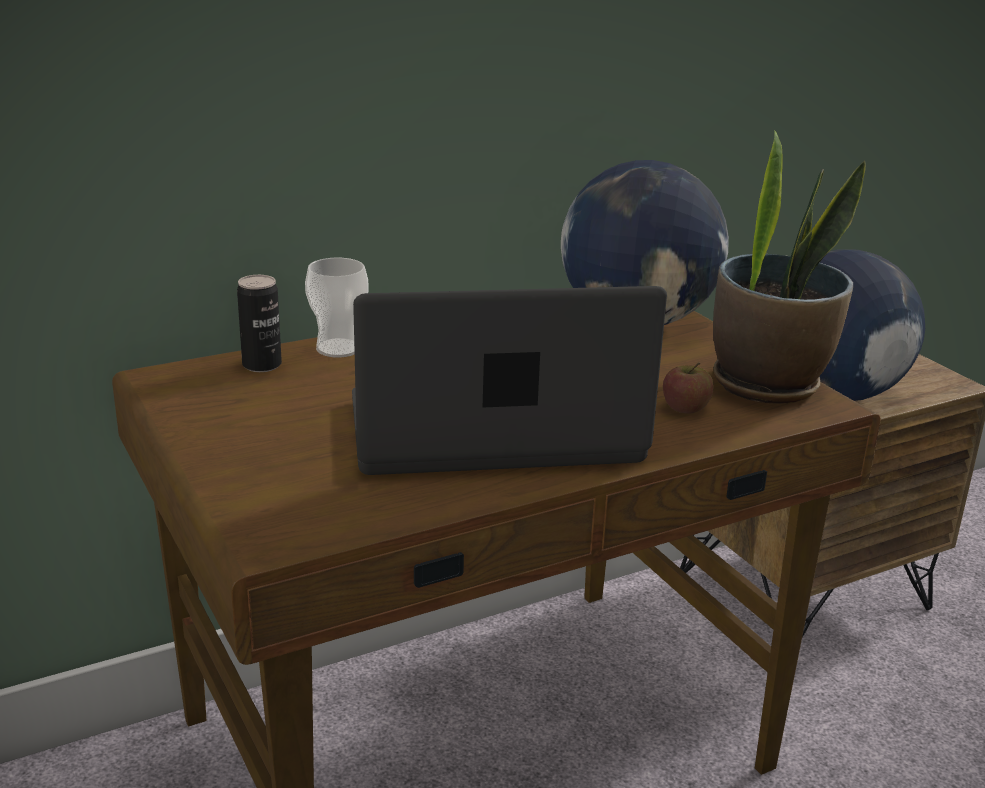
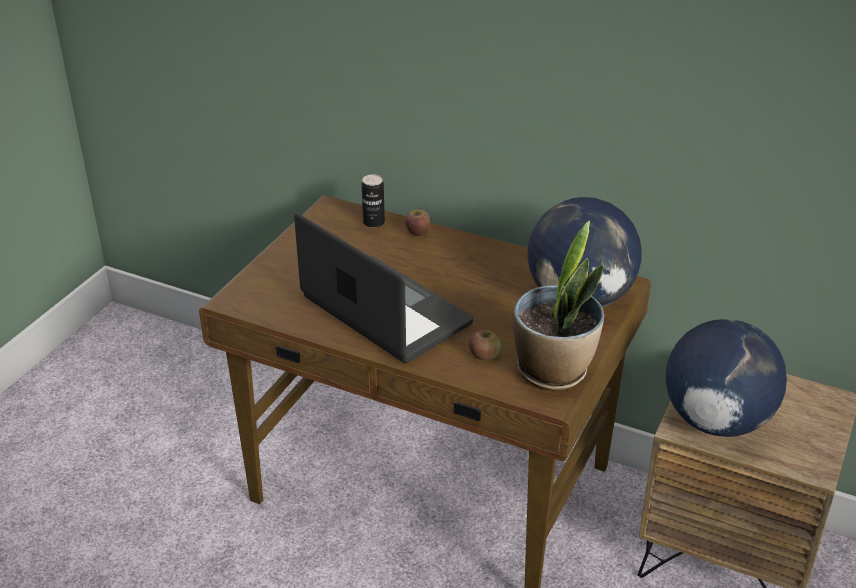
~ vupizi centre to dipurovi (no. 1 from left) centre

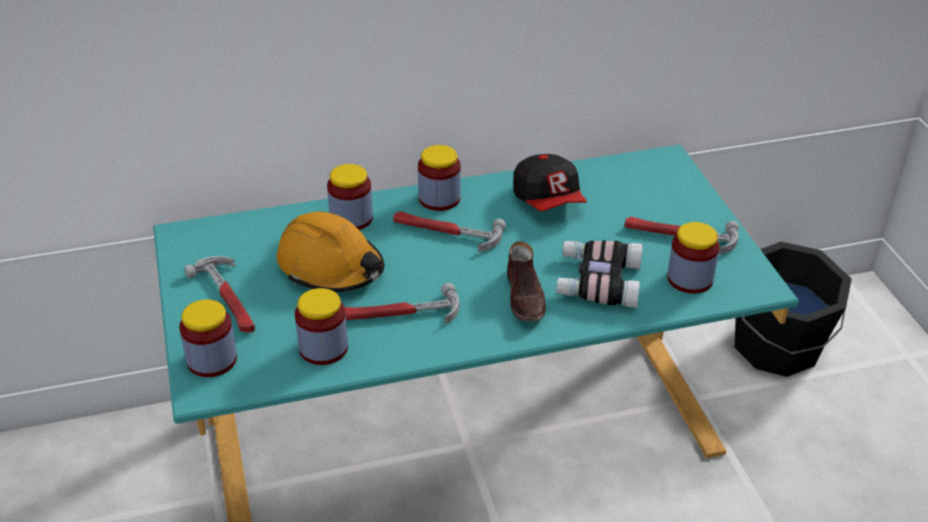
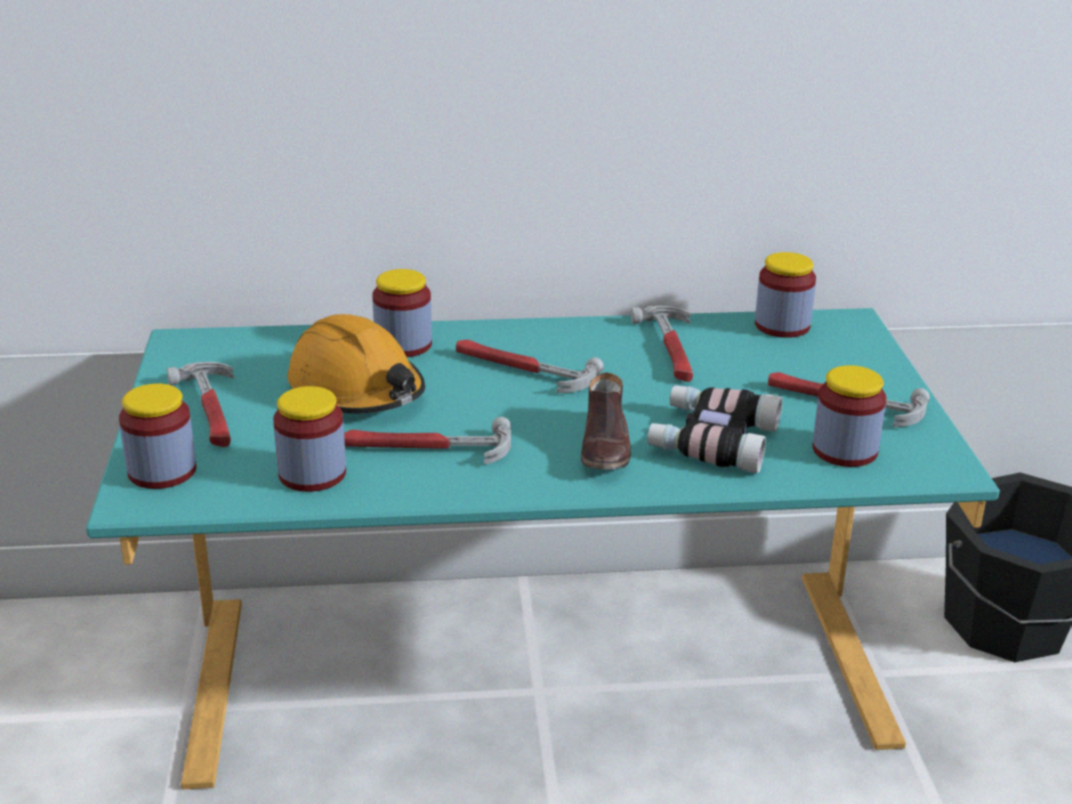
~ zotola (no. 4 from left) centre to middle right
~ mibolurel centre to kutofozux (no. 4 from left) centre

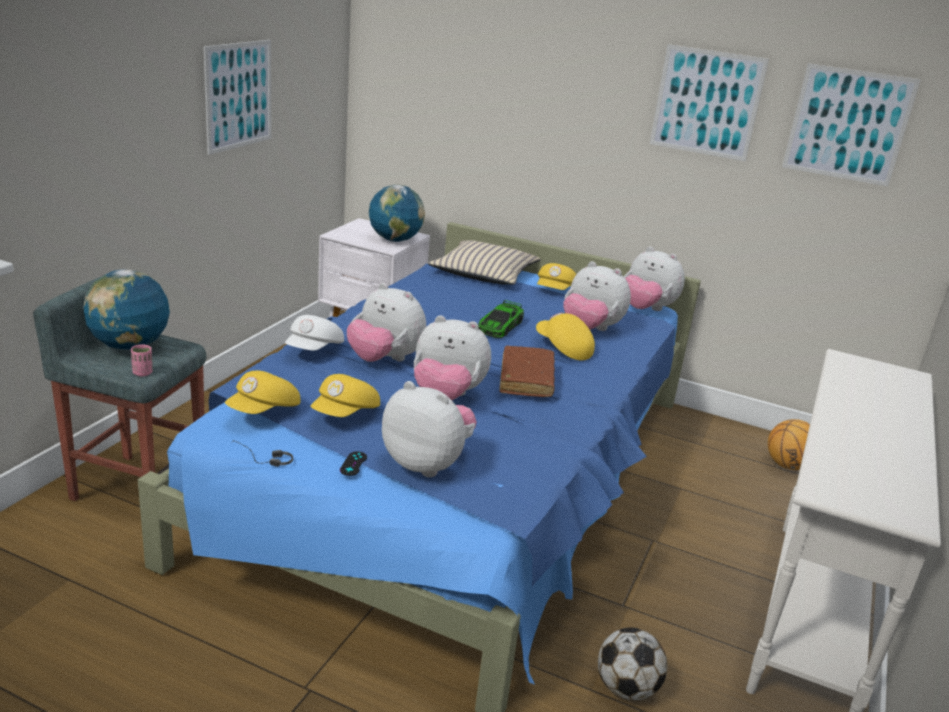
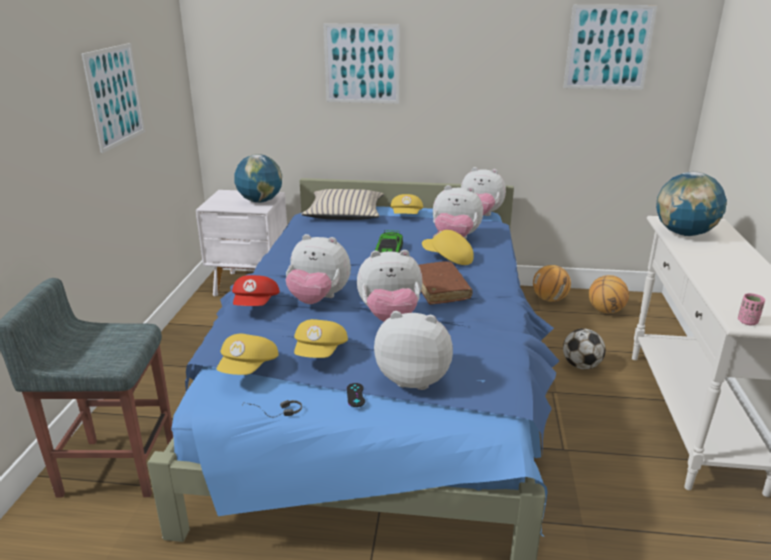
+ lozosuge (no. 1 from left) middle right
~ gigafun (no. 1 from left in the first image) middle left to gigafun (no. 2 from left) middle right
~ vupizi (pink) middle left to middle right
~ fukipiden bottom centre to middle right
~ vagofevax (no. 2 from left) top right to top centre
~ mibolurel (white) middle left to mibolurel (red) middle left

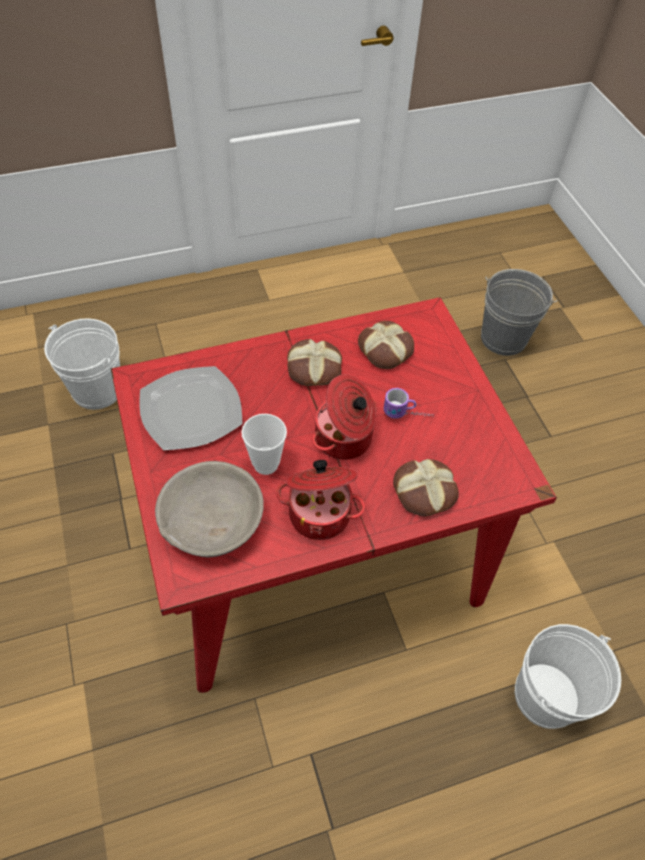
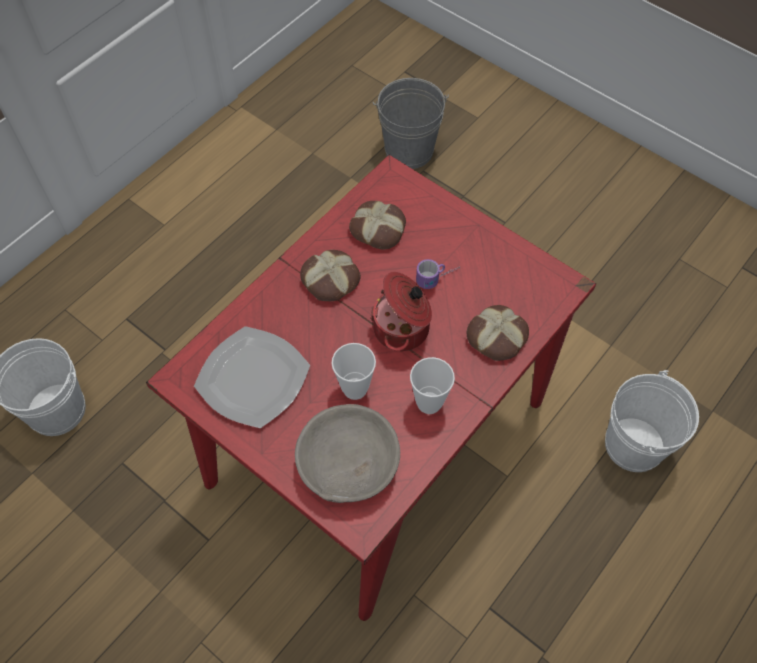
~ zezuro (no. 1 from left) centre to vupizi (no. 2 from left) centre

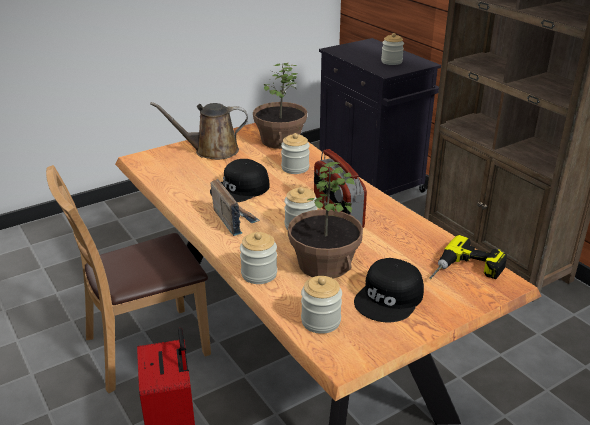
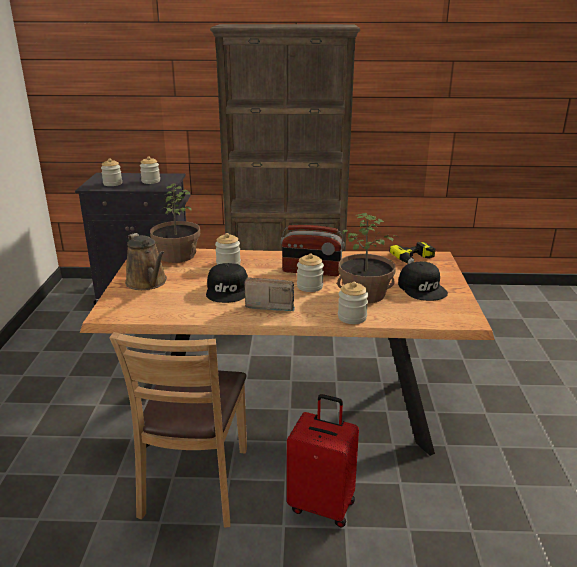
~ zotola (no. 4 from left in the first image) bottom centre to zotola (no. 1 from left) top left
~ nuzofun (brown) top centre = middle left 60 degrees counterclockwise

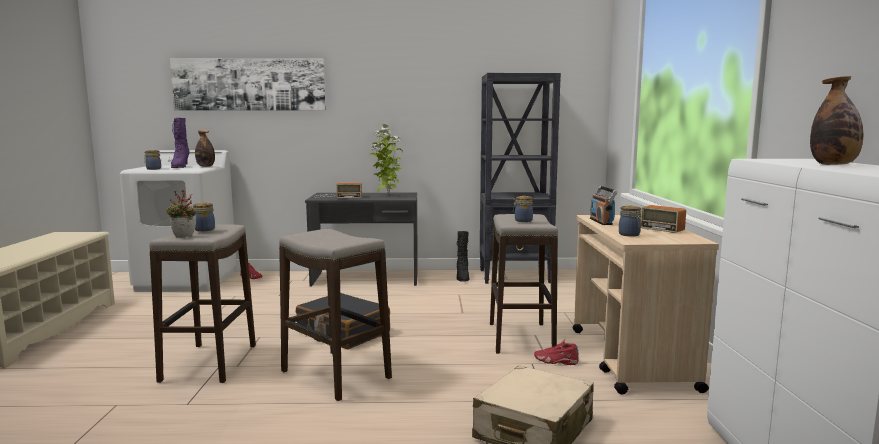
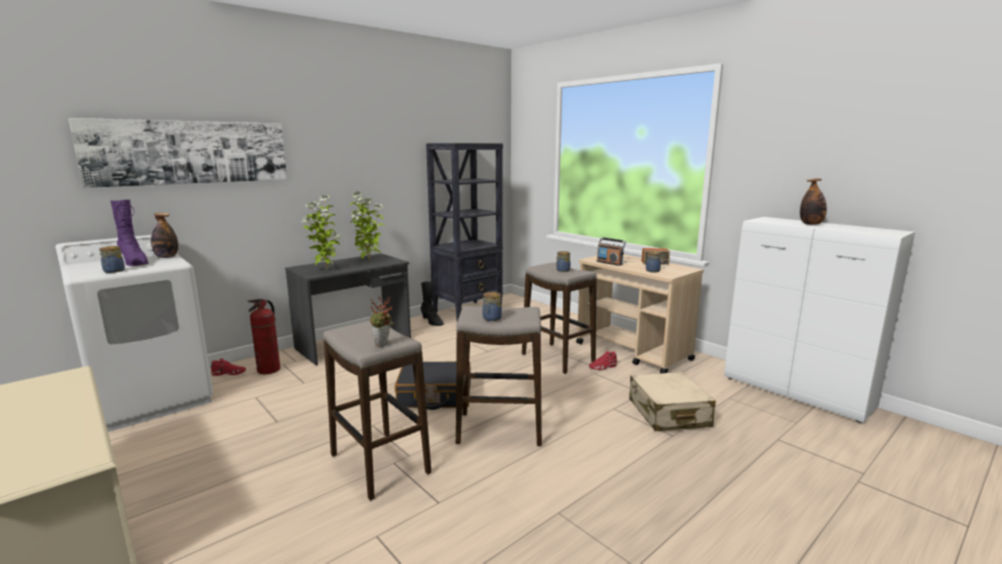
+ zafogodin middle left
~ zotola (no. 2 from left) middle left to centre
~ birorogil (no. 1 from left) centre to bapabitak (no. 1 from left) middle left

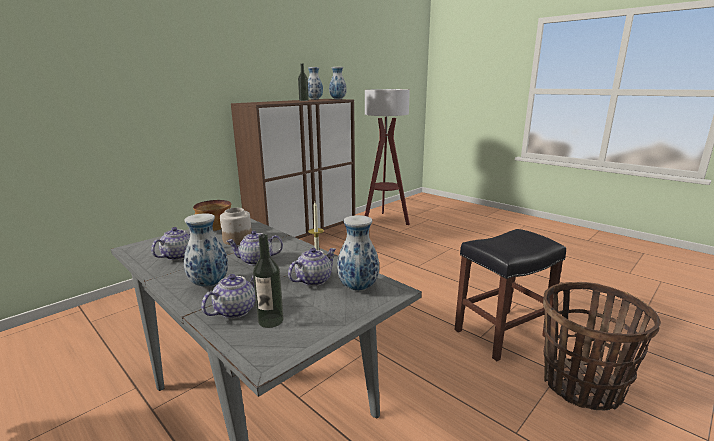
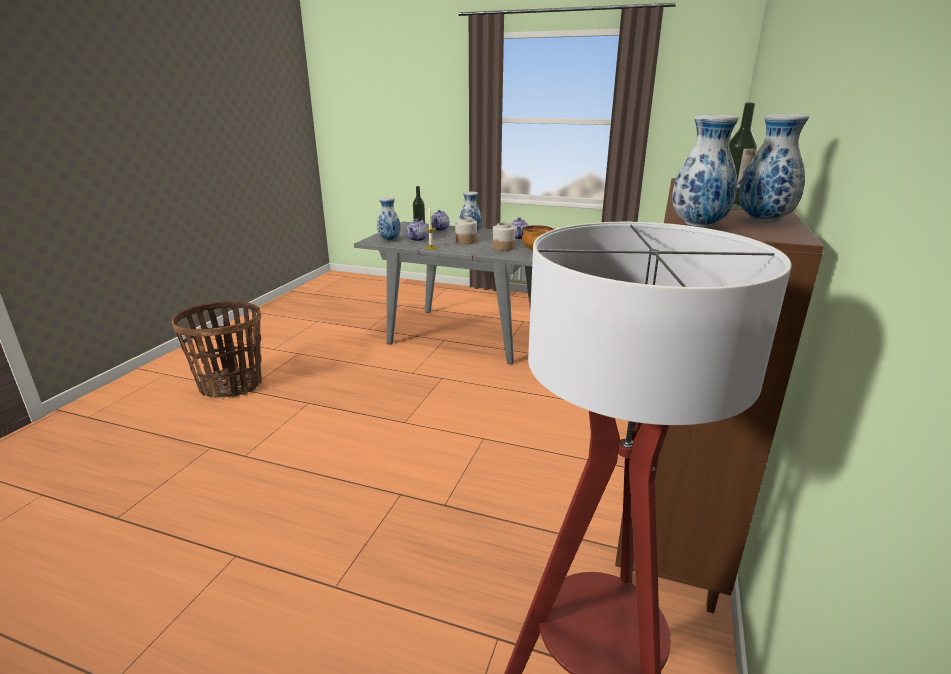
- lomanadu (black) bottom right
~ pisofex (no. 3 from left) centre to zotola (no. 1 from left) centre

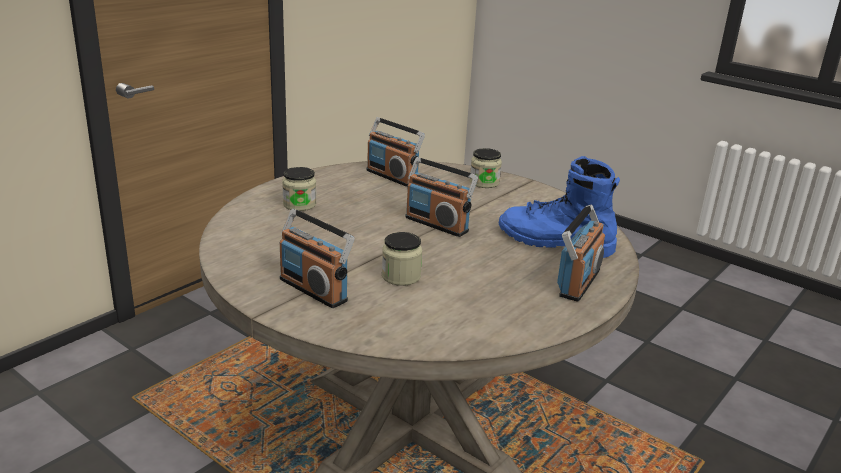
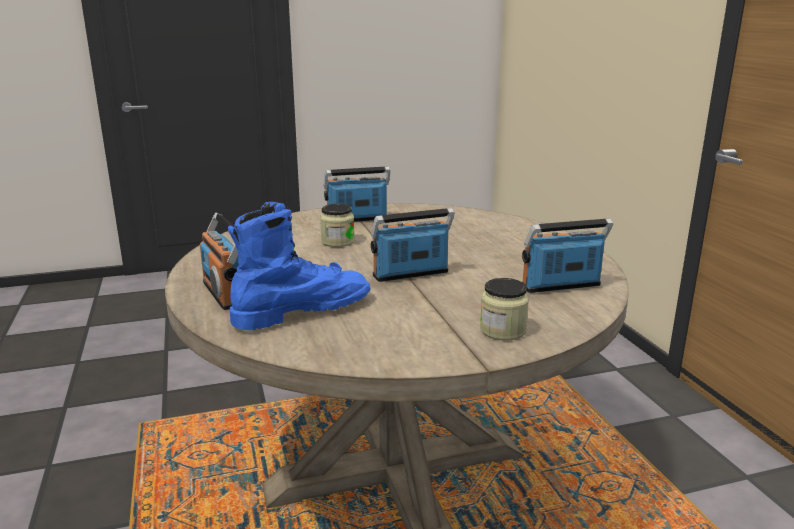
- zotola (no. 1 from left) centre

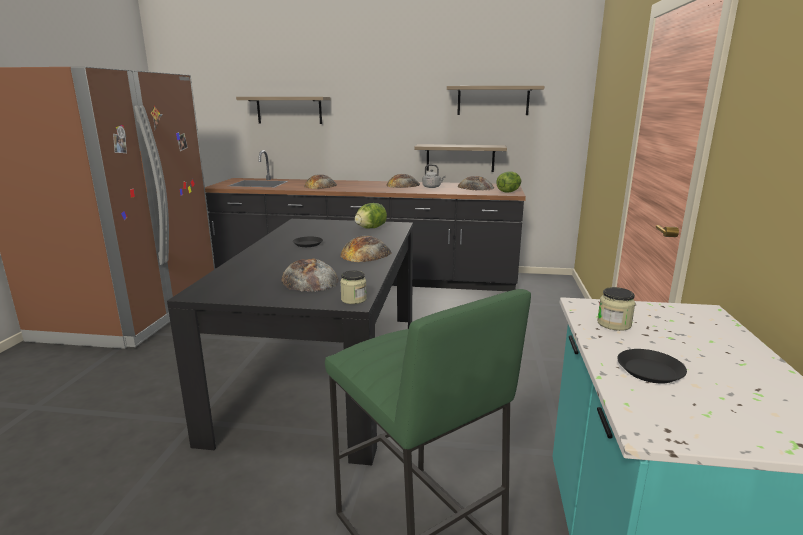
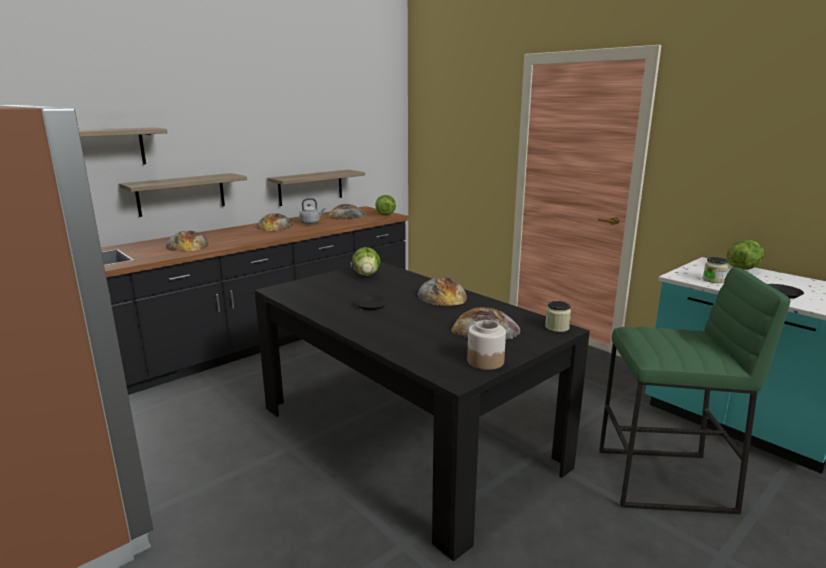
+ zotola (no. 1 from left) centre
+ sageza (no. 3 from left) middle right
~ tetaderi (no. 3 from left in the first image) top centre to tetaderi (no. 2 from left) middle left

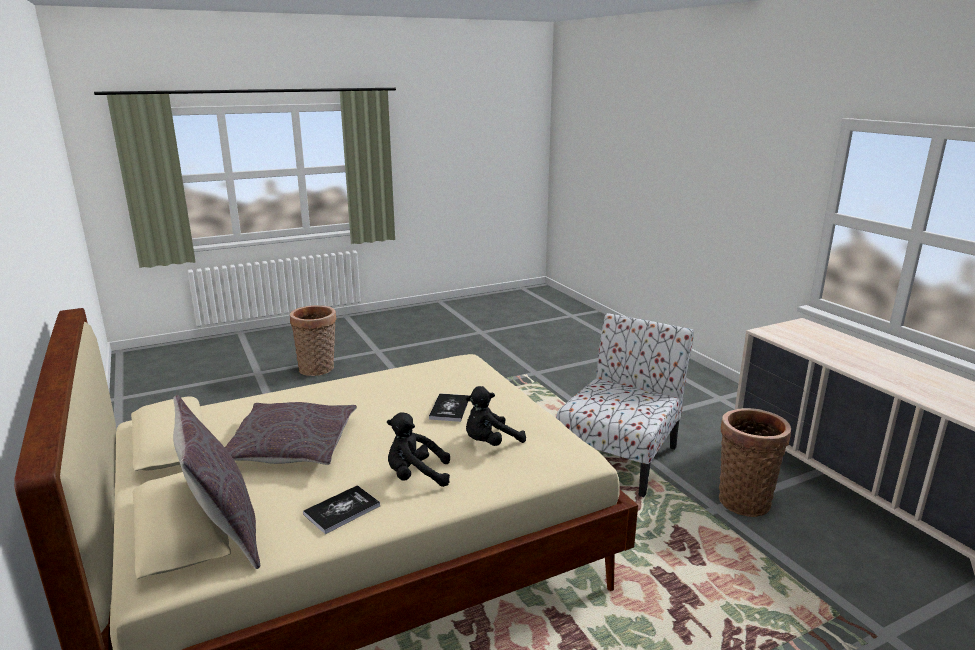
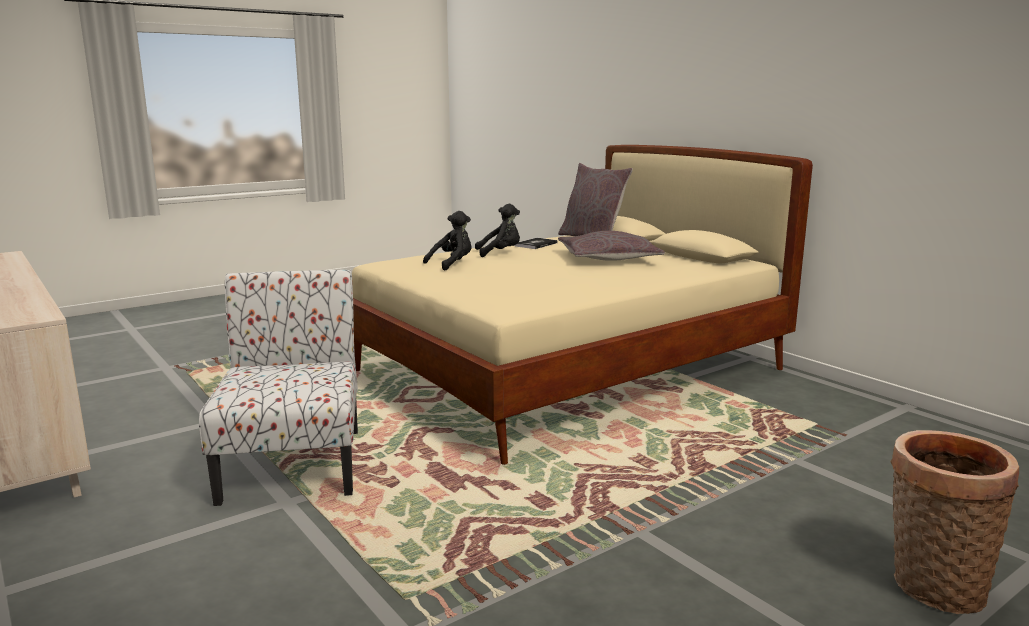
- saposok (no. 2 from left) centre
- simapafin (no. 2 from left) bottom right
~ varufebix centre = middle left 150 degrees clockwise

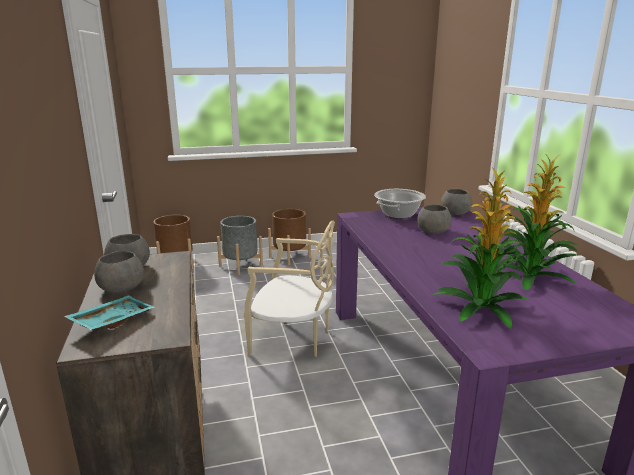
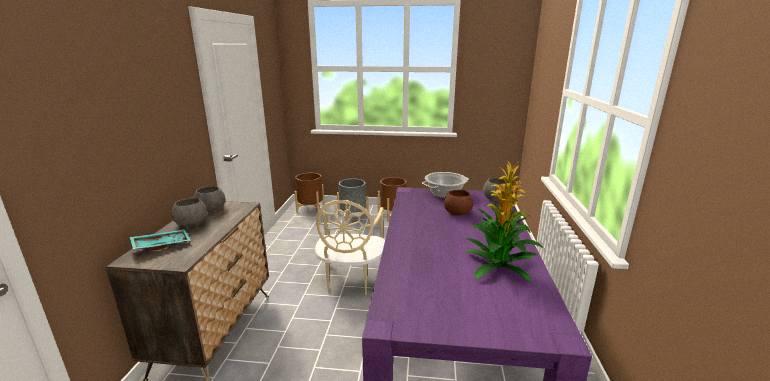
- bapabitak (no. 1 from left) middle right
~ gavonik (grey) (no. 3 from left) middle right to gavonik (brown) centre
~ varufebix (beige) centre = centre 60 degrees clockwise

